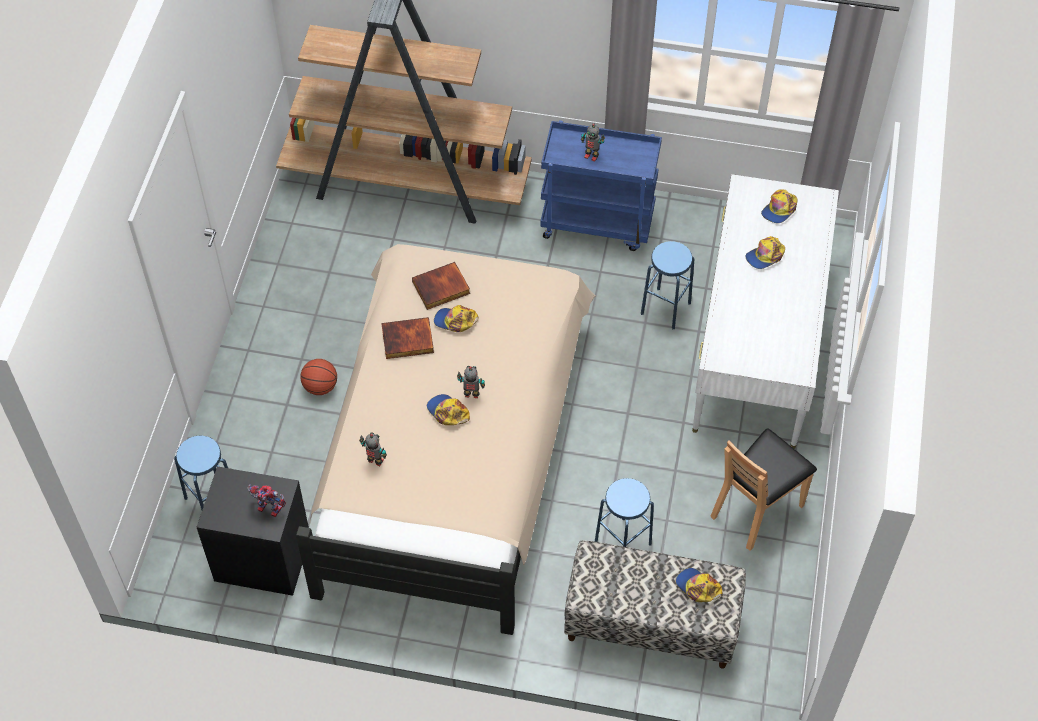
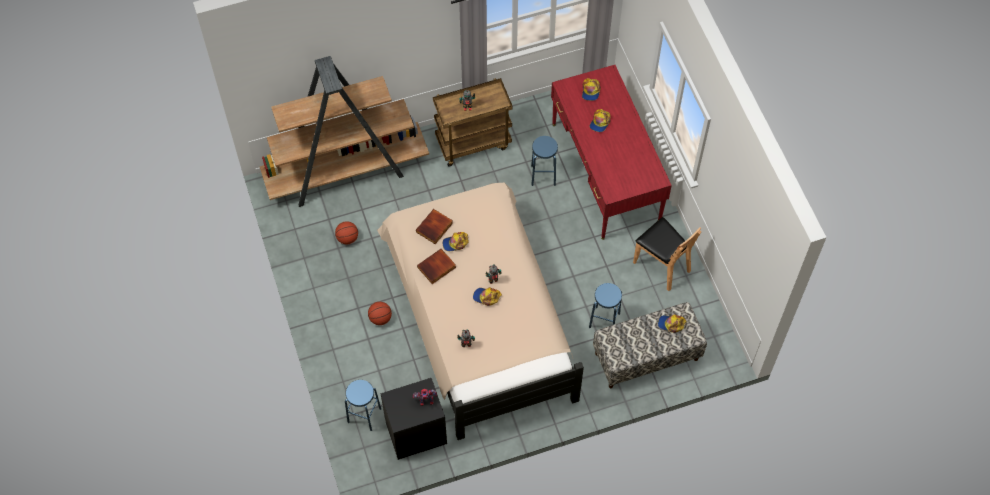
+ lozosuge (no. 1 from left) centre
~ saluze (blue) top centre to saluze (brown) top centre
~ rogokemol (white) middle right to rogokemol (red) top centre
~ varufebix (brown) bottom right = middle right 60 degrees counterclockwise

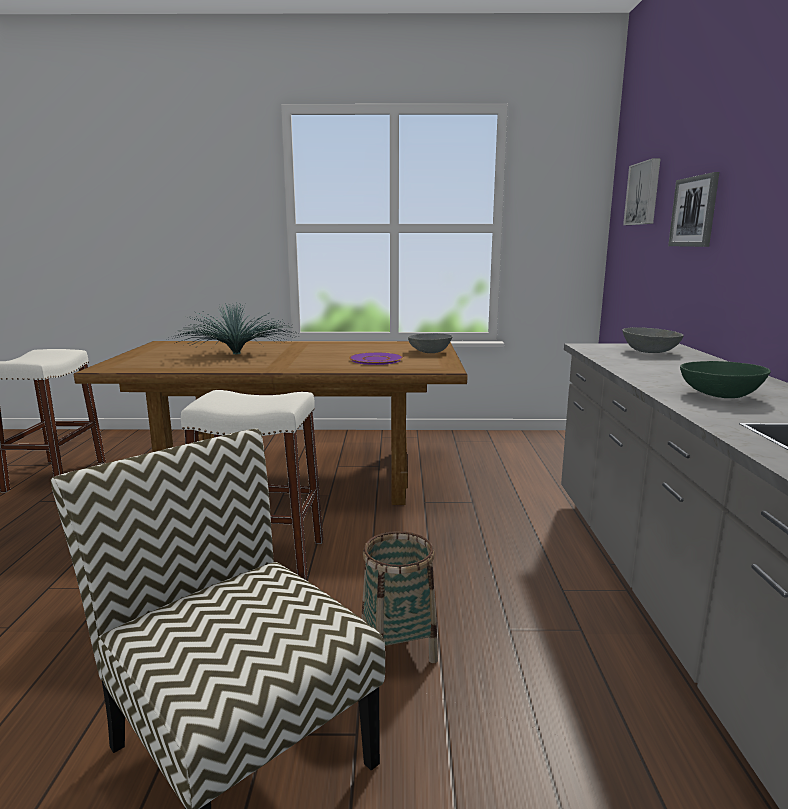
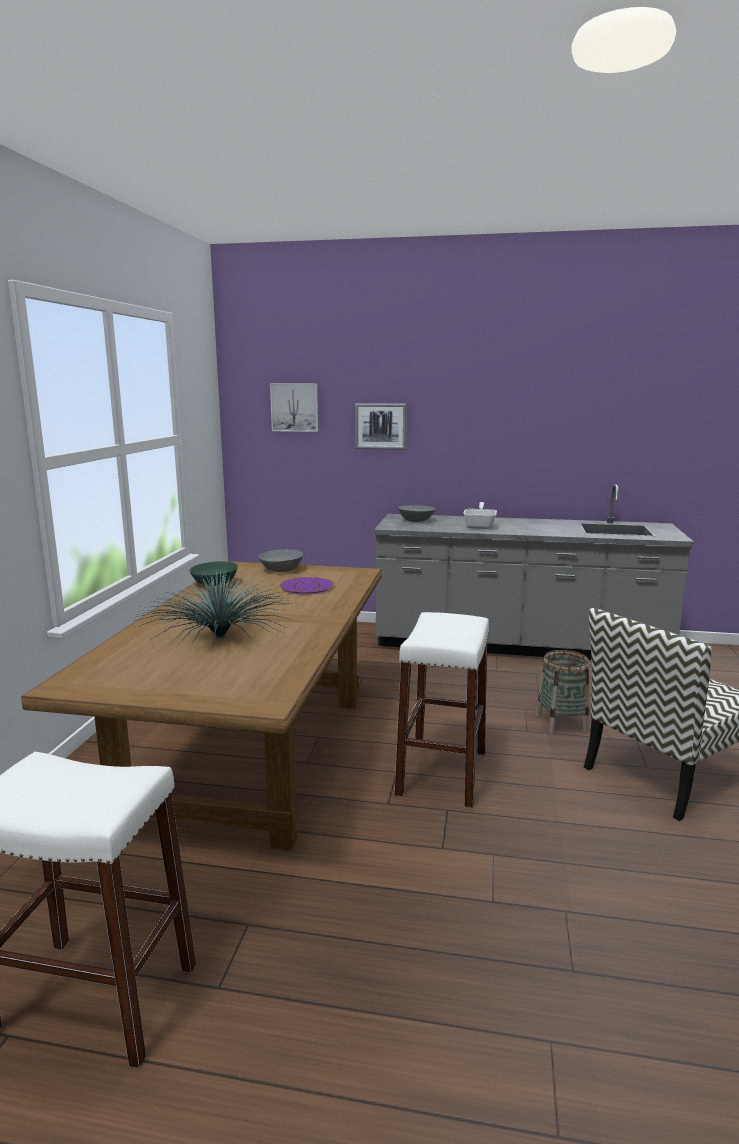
+ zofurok centre
~ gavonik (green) middle right to middle left

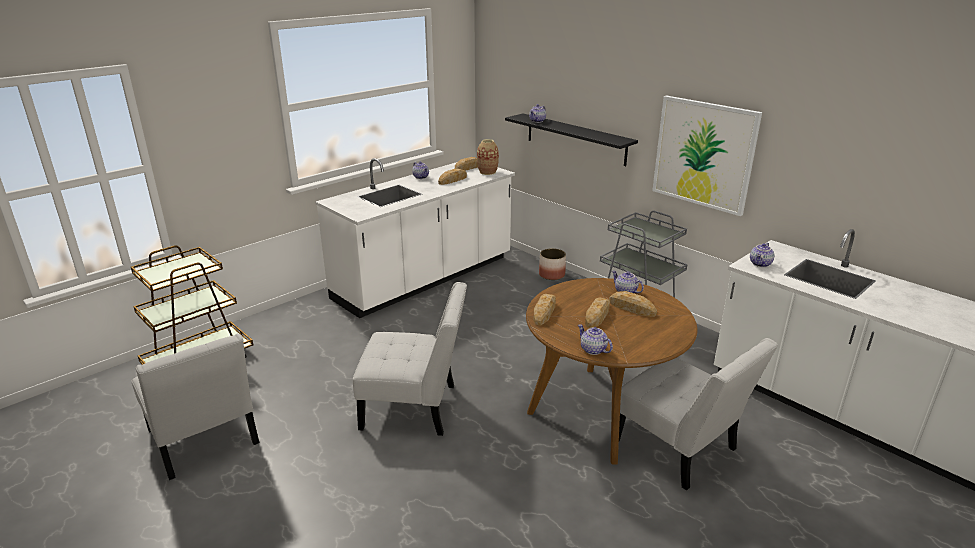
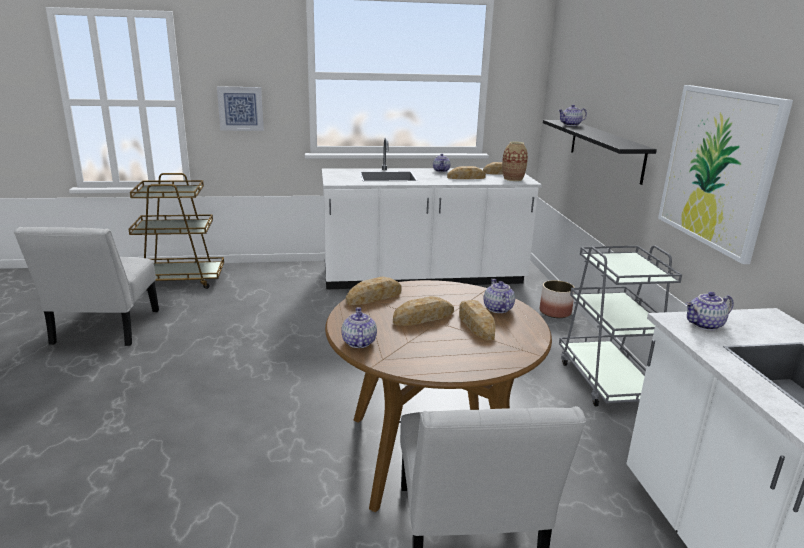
- varufebix (white) (no. 2 from left) centre
+ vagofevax (no. 1 from left) top left

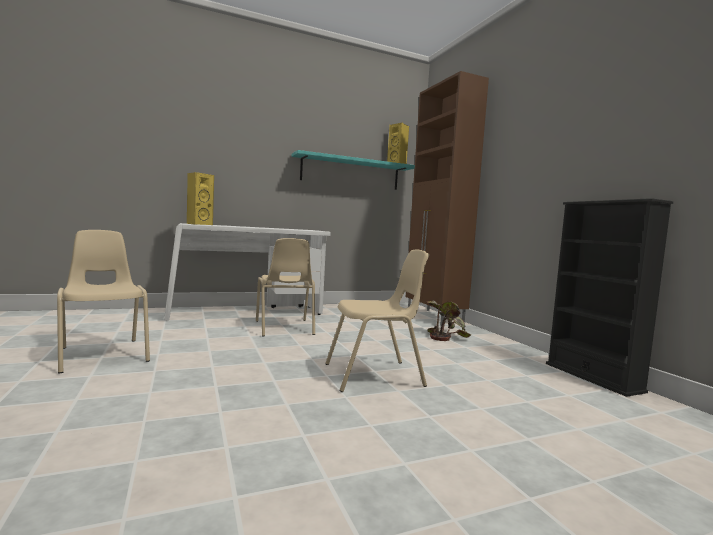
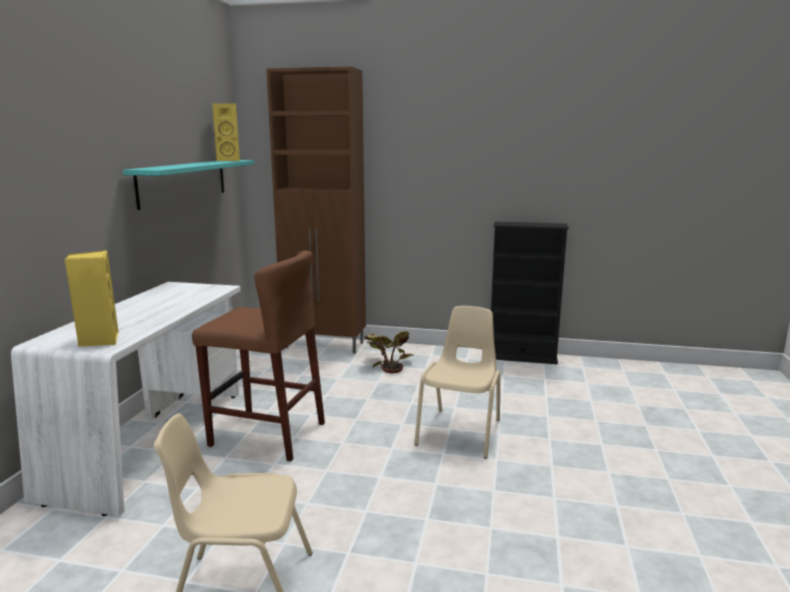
~ varufebix (beige) (no. 2 from left) centre to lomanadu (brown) middle left

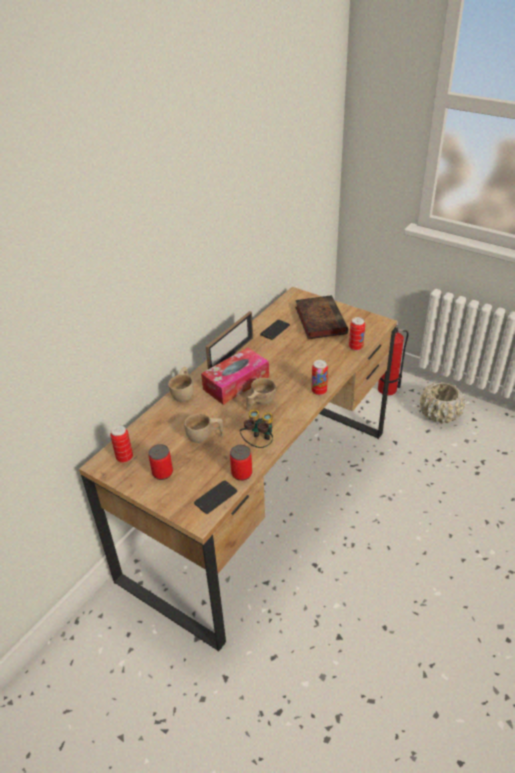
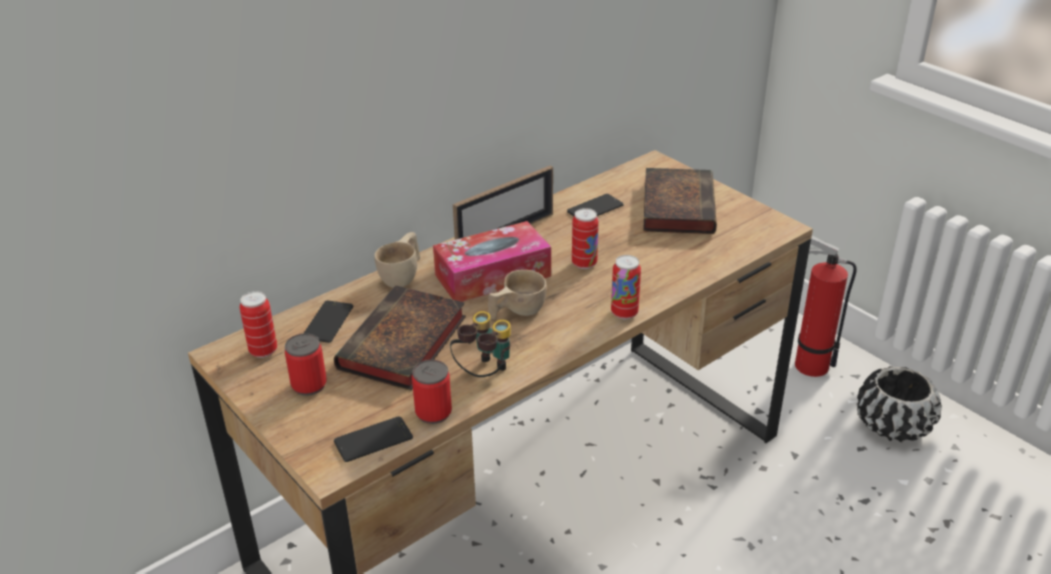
+ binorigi (no. 1 from left) middle left
~ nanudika (no. 5 from left in the first image) middle right to nanudika (no. 4 from left) centre
~ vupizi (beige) (no. 2 from left) centre to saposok (no. 1 from left) centre
~ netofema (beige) middle right to netofema (black) bottom right

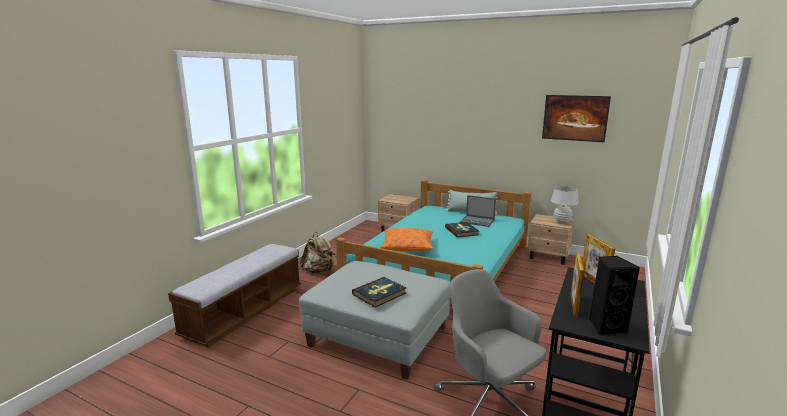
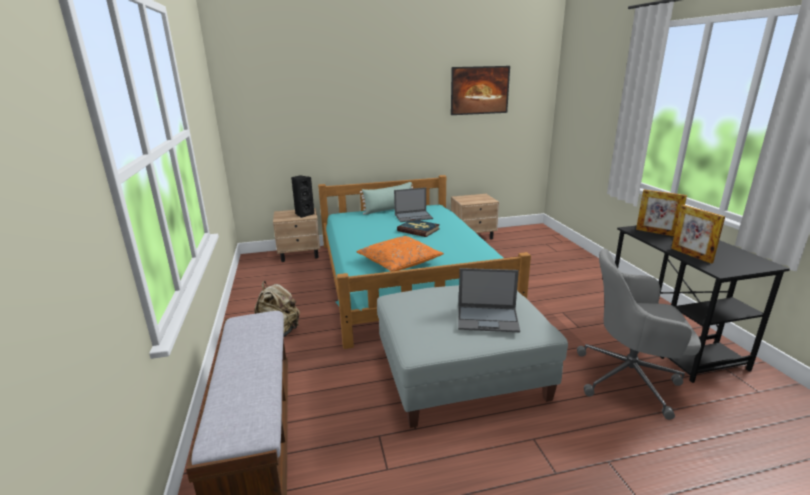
- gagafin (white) middle right
~ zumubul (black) bottom right to centre
~ saposok (no. 1 from left) bottom centre to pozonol (no. 2 from left) centre

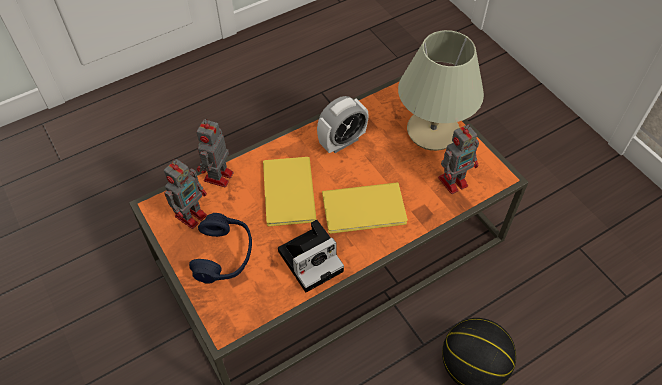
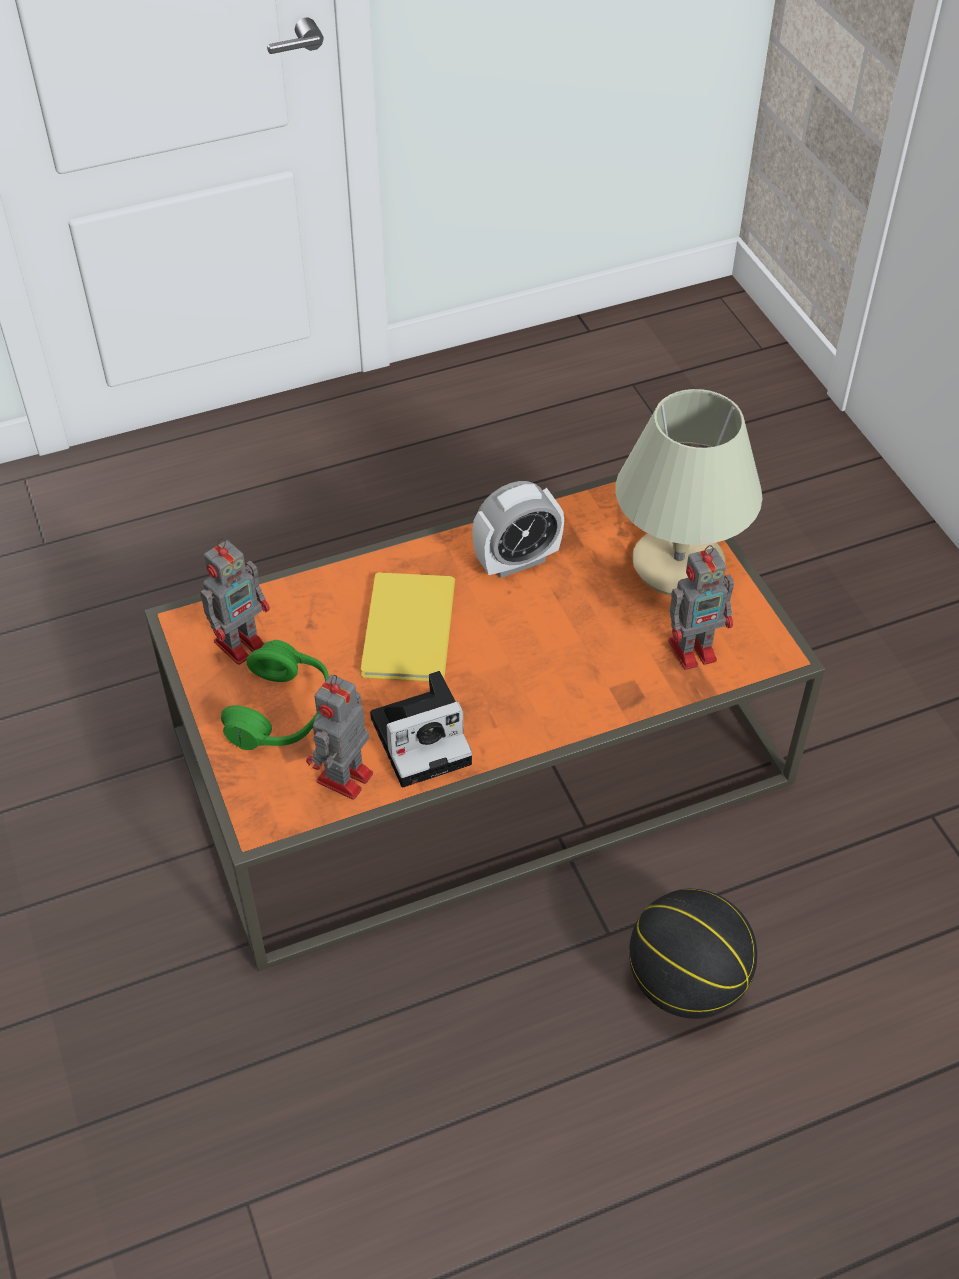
- saposok (yellow) (no. 2 from left) centre
~ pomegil (no. 2 from left) middle left to centre
~ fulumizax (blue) middle left to fulumizax (green) middle left

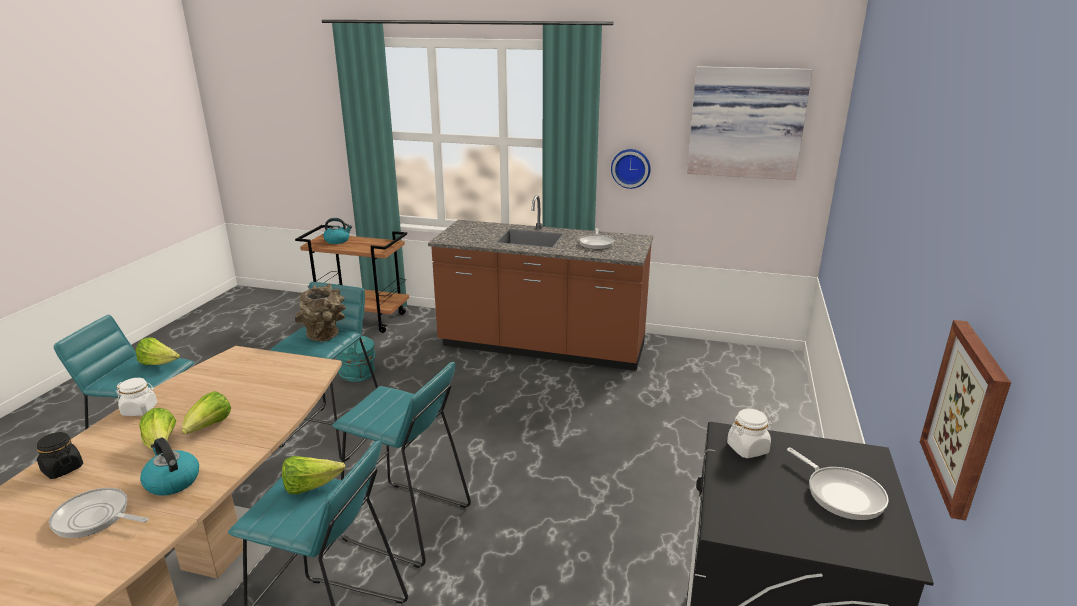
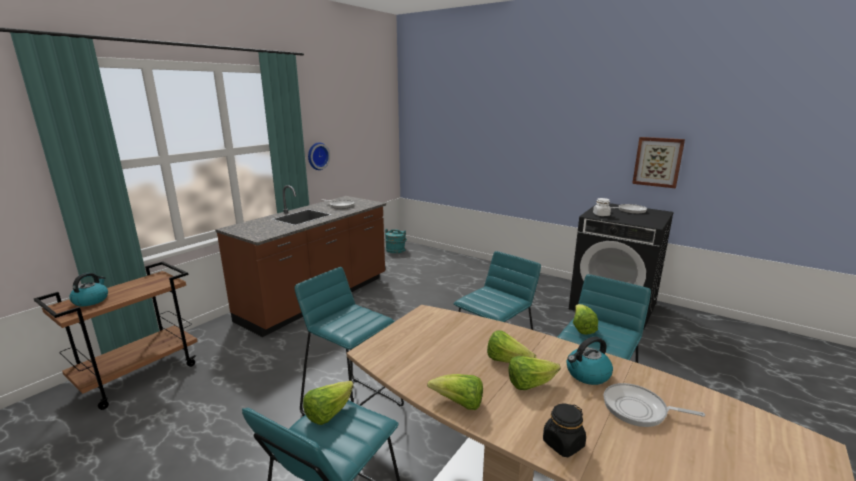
- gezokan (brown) middle left
- vagofevax (no. 1 from left) top right
~ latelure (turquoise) middle left to centre
~ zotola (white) (no. 1 from left) middle left to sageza (no. 2 from left) bottom centre
~ zofurok (no. 1 from left in the first image) bottom left = bottom right 75 degrees clockwise

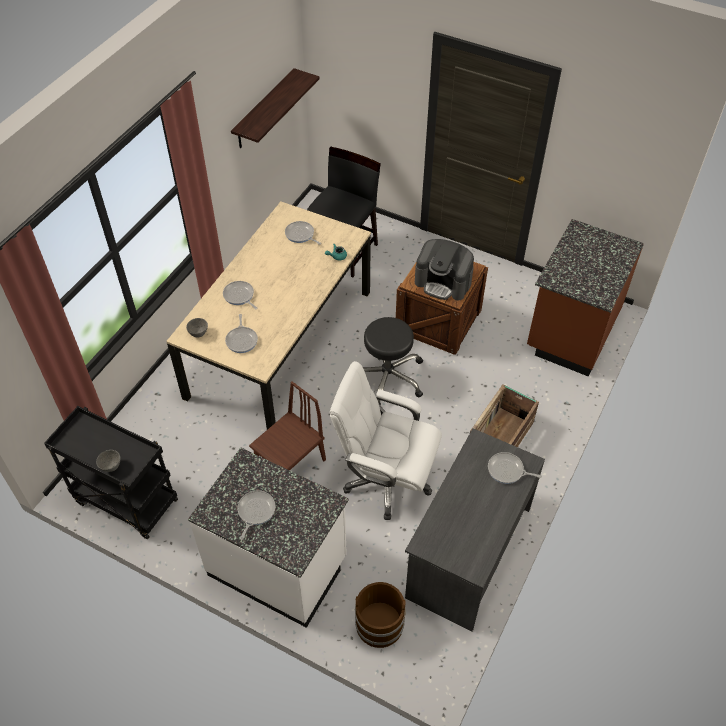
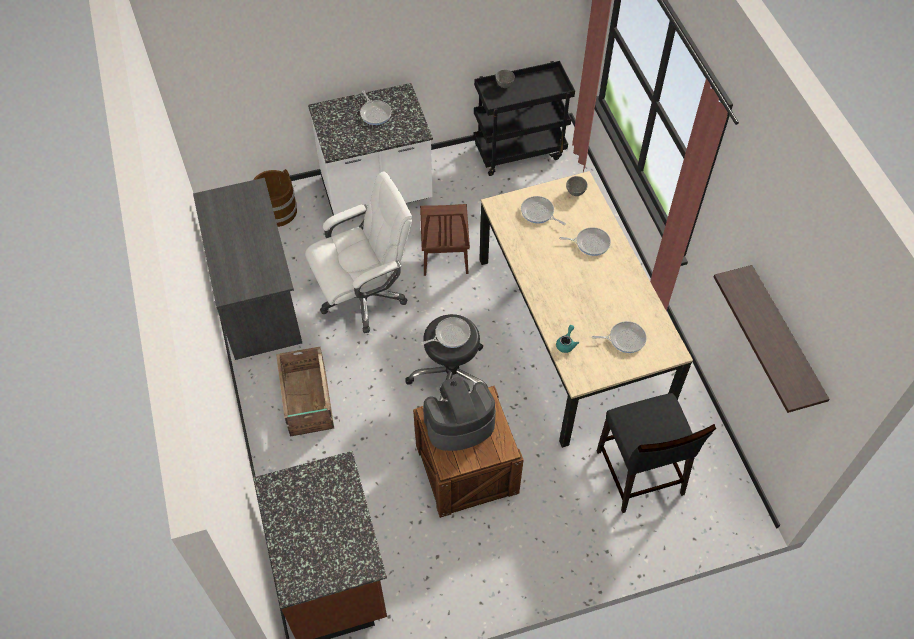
~ zofurok (no. 5 from left in the first image) middle right to zofurok (no. 2 from left) centre

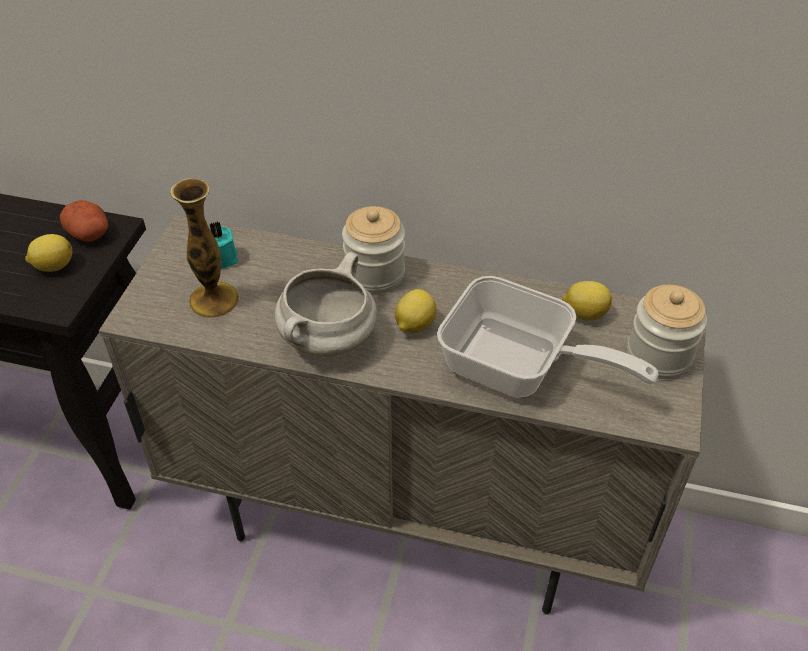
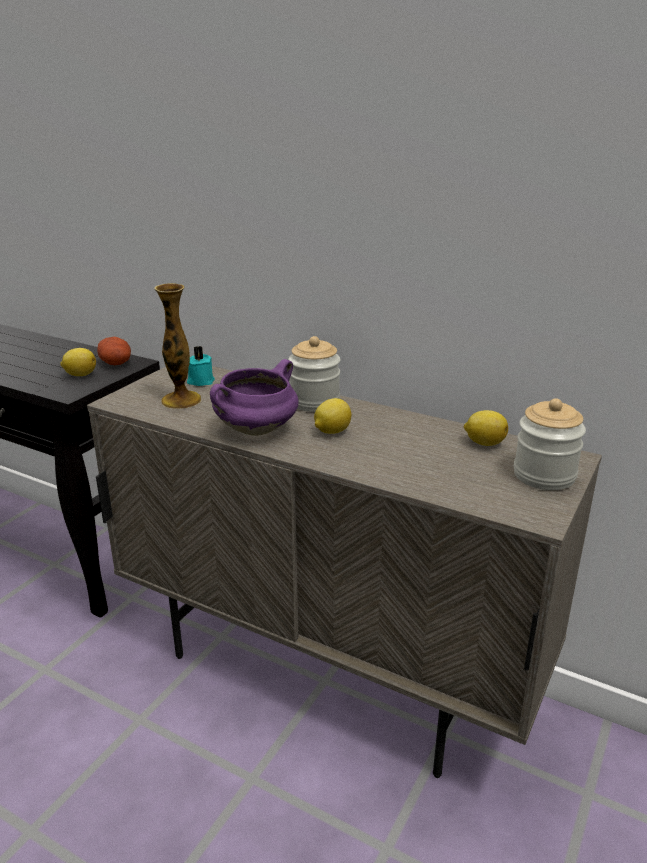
- zofurok middle right
~ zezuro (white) centre to zezuro (purple) centre

